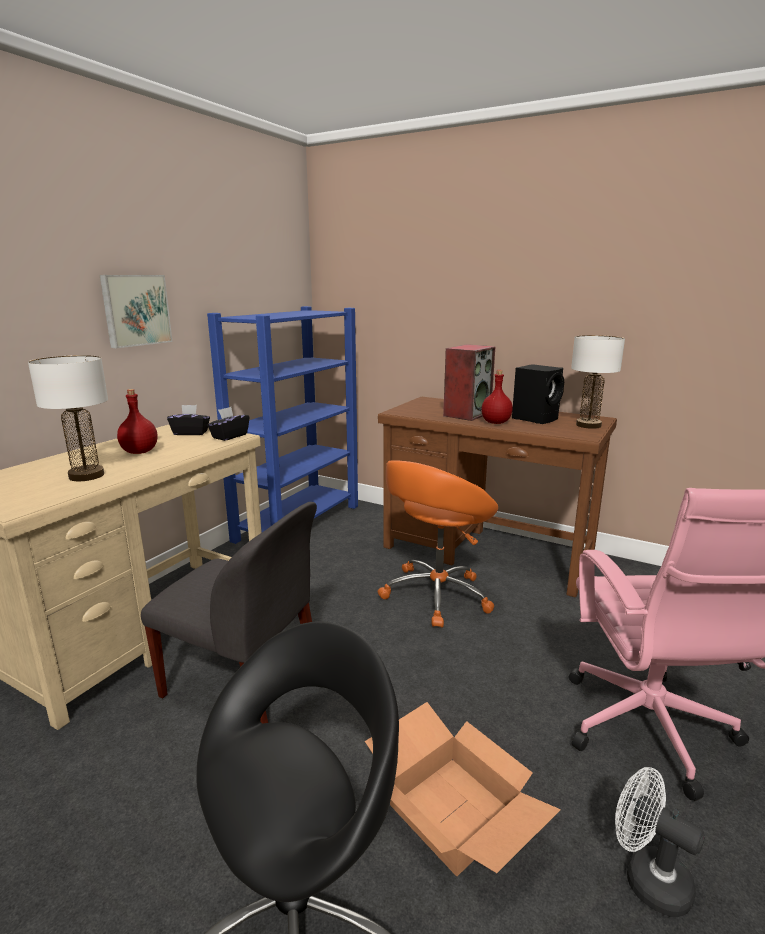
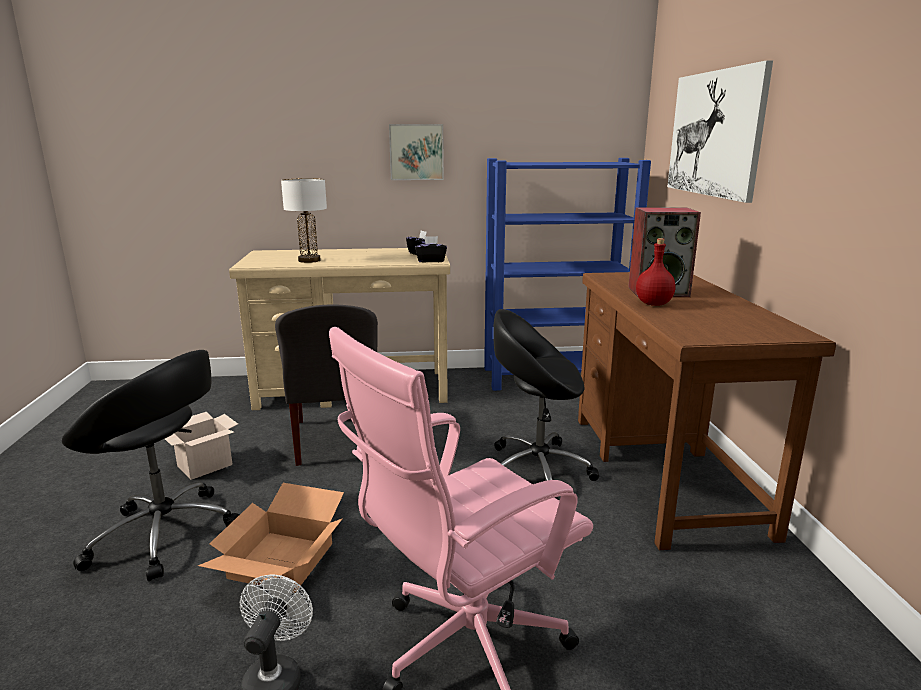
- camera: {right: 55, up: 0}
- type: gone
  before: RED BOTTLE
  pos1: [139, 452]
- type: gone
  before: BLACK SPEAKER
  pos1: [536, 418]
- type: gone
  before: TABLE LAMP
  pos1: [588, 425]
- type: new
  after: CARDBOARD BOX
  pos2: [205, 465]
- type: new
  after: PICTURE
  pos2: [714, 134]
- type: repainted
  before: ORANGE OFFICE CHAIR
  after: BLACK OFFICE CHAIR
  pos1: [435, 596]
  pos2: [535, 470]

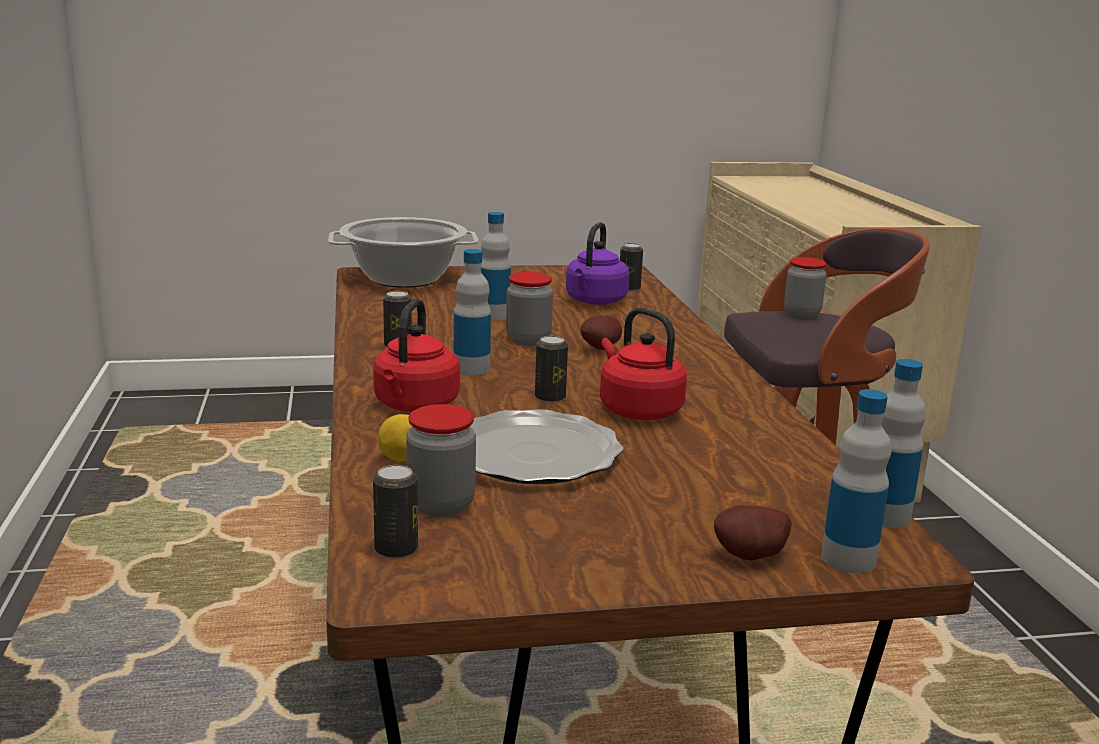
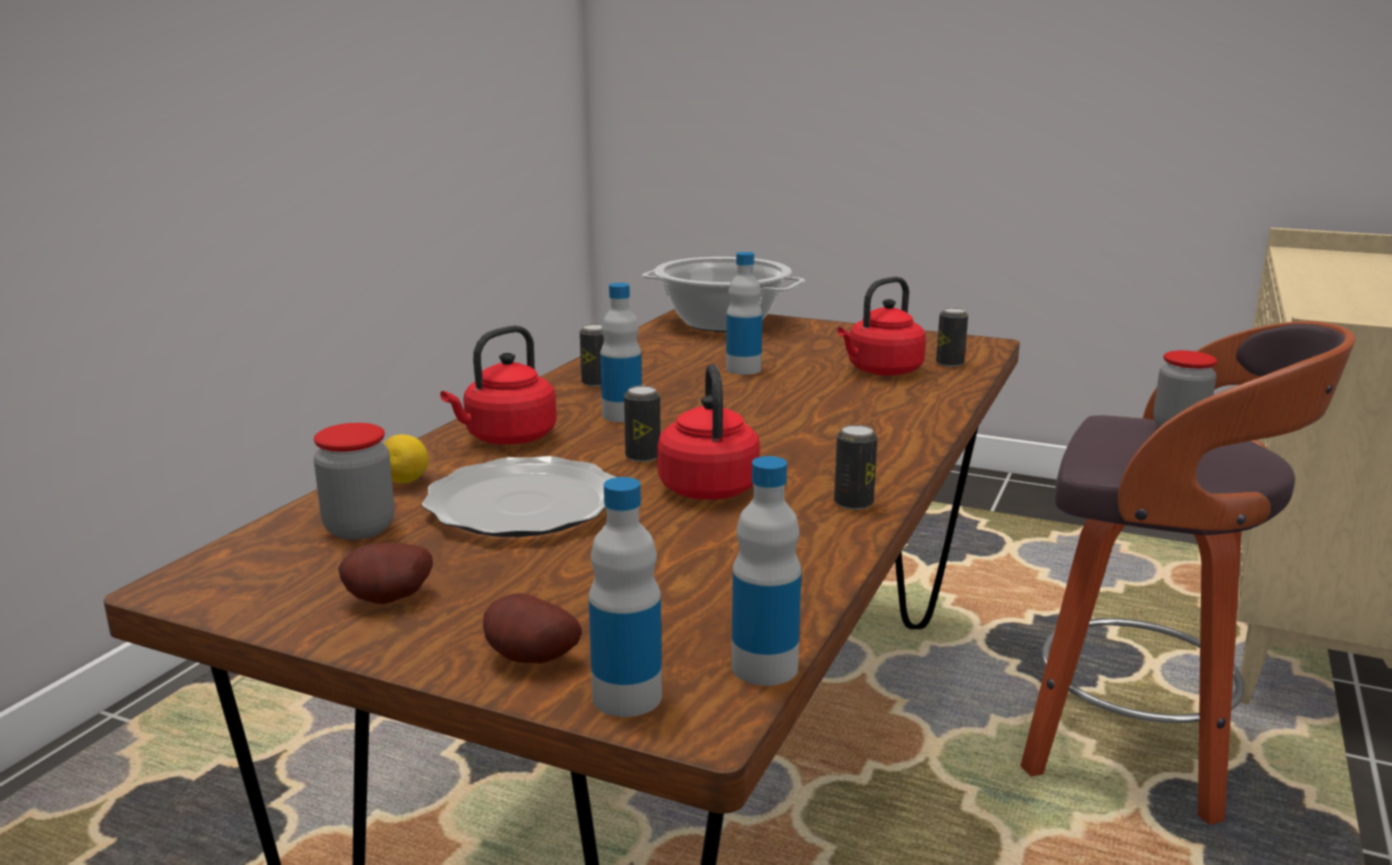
- camera: {right: 35, up: 0}
- type: gone
  before: JAR
  pos1: [528, 340]
- type: shifted
  before: CAN
  pos1: [396, 549]
  pos2: [853, 503]
- type: shifted
  before: POTATO
  pos1: [602, 349]
  pos2: [390, 601]
- type: repainted
  before: PURPLE KETTLE
  after: RED KETTLE
  pos1: [595, 301]
  pos2: [881, 371]

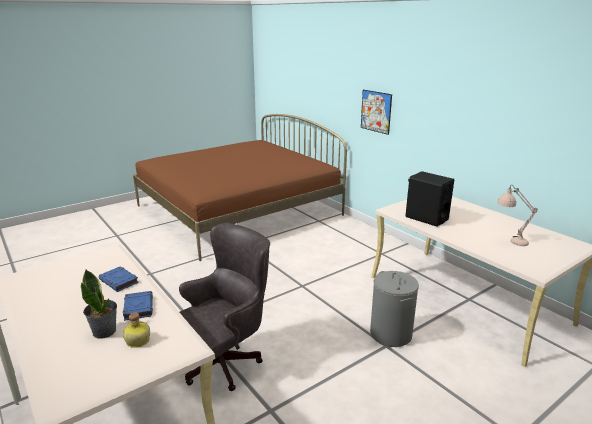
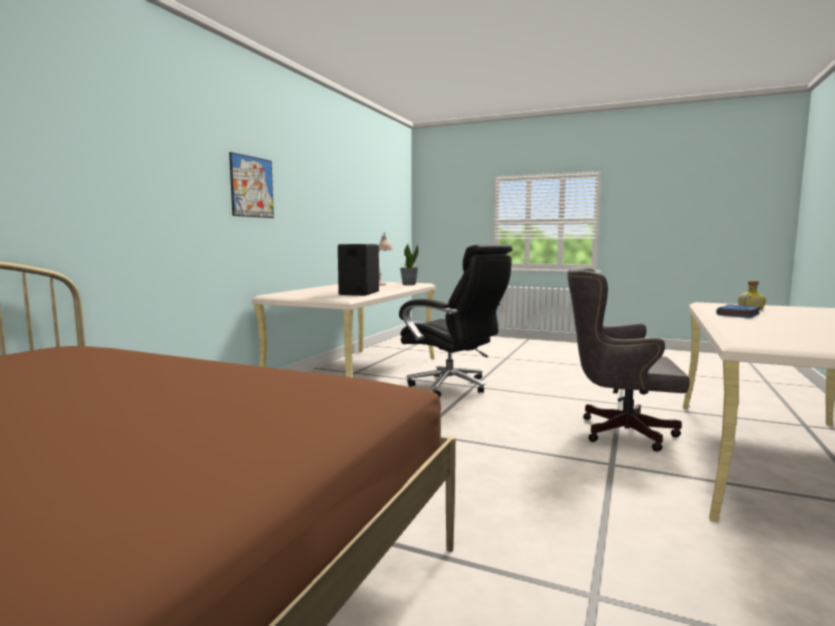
- camera: {right: -120, up: -15}
- type: gone
  before: BLUE BOOK
  pos1: [119, 281]
- type: shifted
  before: POTTED PLANT
  pos1: [105, 331]
  pos2: [409, 284]
- type: shifted
  before: PICTURE
  pos1: [376, 111]
  pos2: [252, 187]
- type: swapped
  before: GREY LAUNDRY BASKET
  after: BLACK OFFICE CHAIR
  pos1: [390, 333]
  pos2: [453, 387]

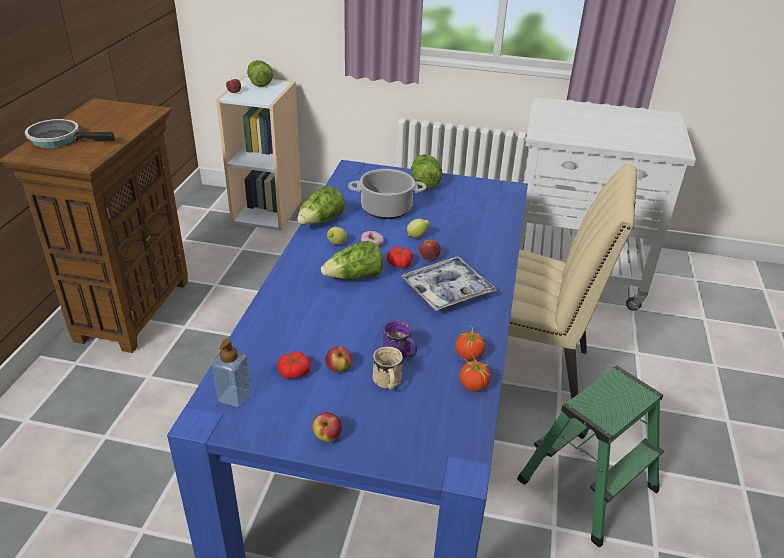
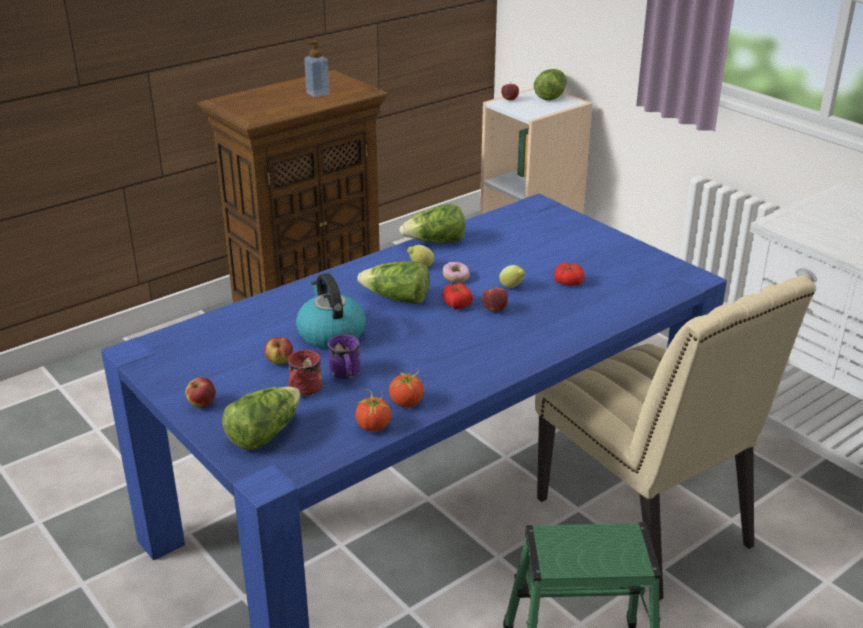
- camera: {right: 40, up: -5}
- type: gone
  before: FRYING PAN
  pos1: [60, 139]
- type: gone
  before: COOKING POT
  pos1: [385, 209]
- type: gone
  before: TRAY
  pos1: [447, 290]
- type: new
  after: KETTLE
  pos2: [330, 334]
- type: shifted
  before: SOAP DISPENSER
  pos1: [234, 396]
  pos2: [318, 93]
- type: shifted
  before: TOMATO
  pos1: [294, 372]
  pos2: [568, 282]
- type: shifted
  before: LETTUCE
  pos1: [424, 182]
  pos2: [264, 433]
- type: repainted
  before: BEIGE MUG
  after: RED MUG
  pos1: [387, 383]
  pos2: [302, 390]

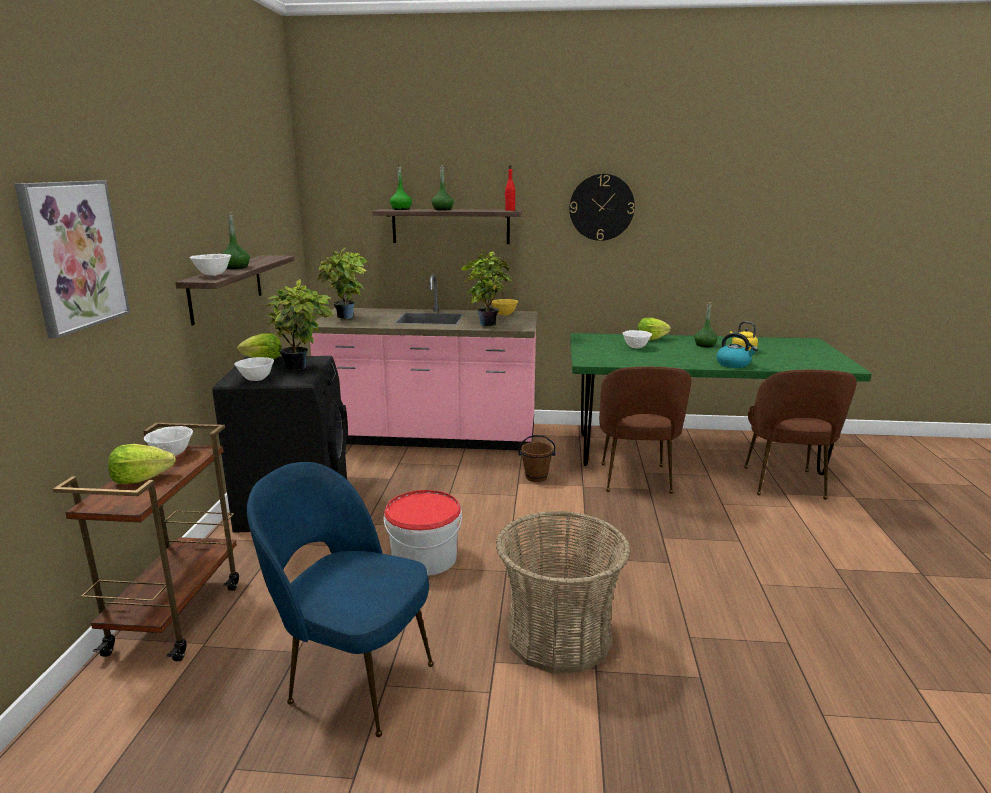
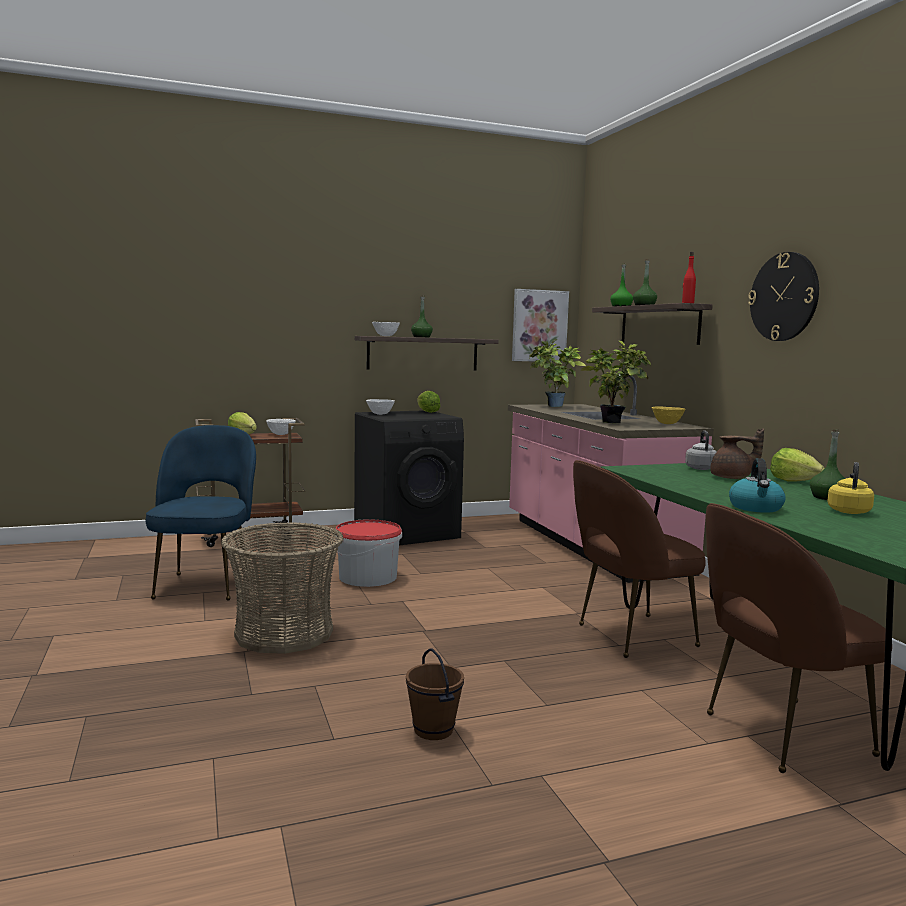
- camera: {right: 65, up: -10}
- type: gone
  before: POTTED PLANT
  pos1: [302, 368]
- type: new
  after: GREY KETTLE
  pos2: [700, 468]
- type: shifted
  before: PICTURE
  pos1: [74, 255]
  pos2: [539, 326]
- type: shifted
  before: BROWN BUCKET
  pos1: [536, 477]
  pos2: [434, 730]
- type: swapped
  before: WHITE BOWL
  after: BROWN TEAPOT
  pos1: [636, 347]
  pos2: [732, 478]

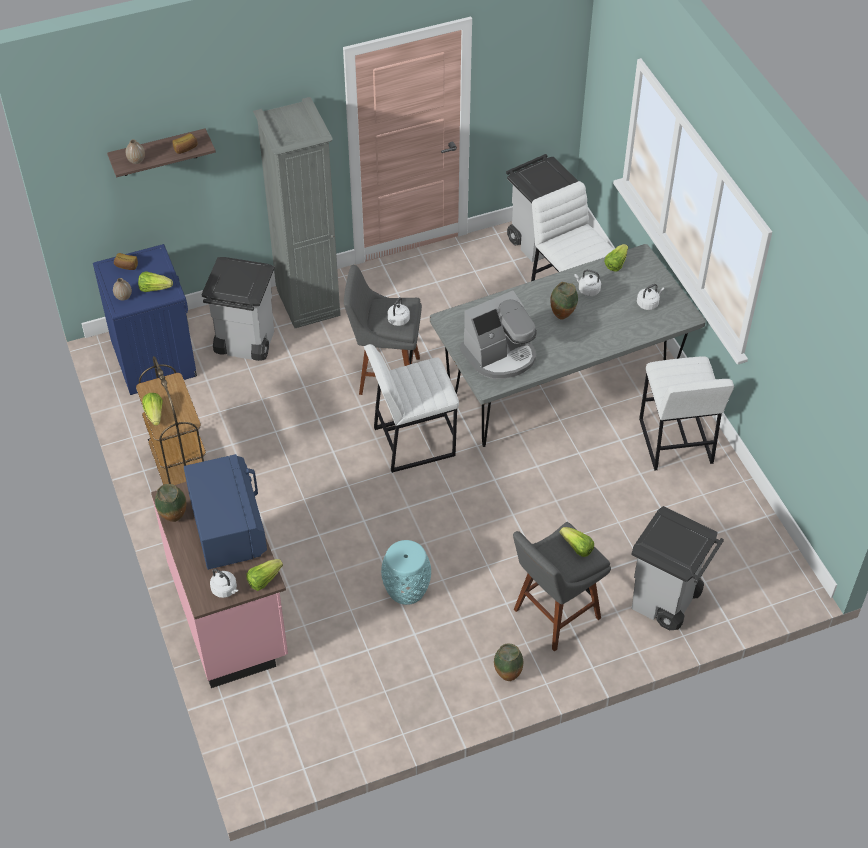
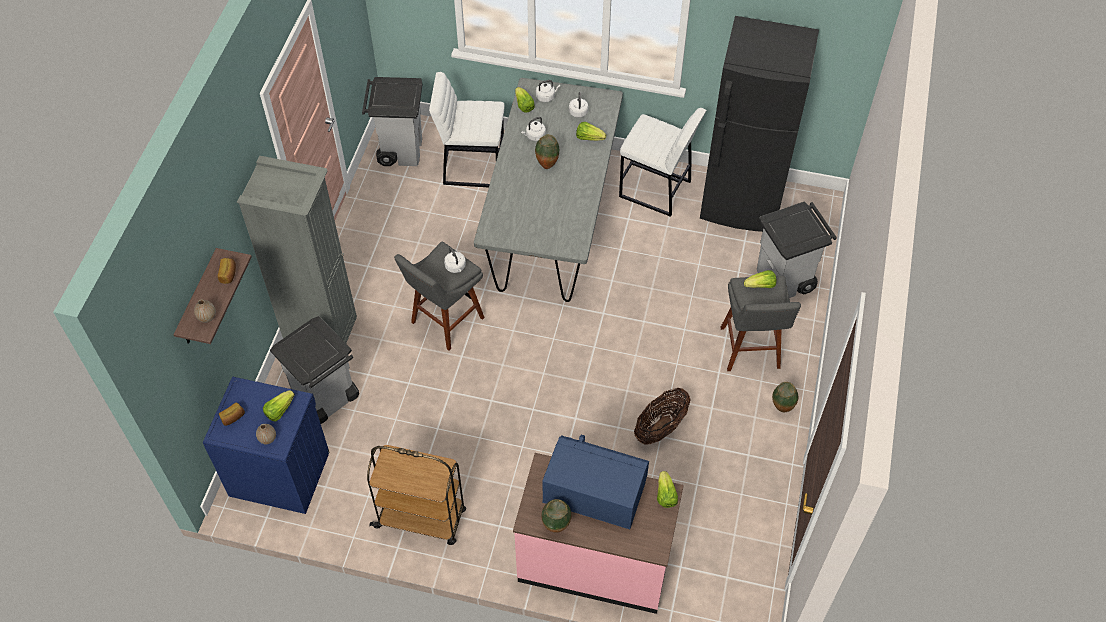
- camera: {right: -55, up: 5}
- type: gone
  before: WHITE CHAIR
  pos1: [412, 442]
- type: gone
  before: COFFEE MACHINE
  pos1: [500, 355]
- type: new
  after: BLACK FRIDGE
  pos2: [741, 203]
- type: shifted
  before: LETTUCE
  pos1: [154, 414]
  pos2: [589, 138]
- type: shifted
  before: WHITE KETTLE
  pos1: [225, 590]
  pos2: [546, 97]
- type: swapped
  before: TURQUOISE STOOL
  after: BASKET
  pos1: [406, 589]
  pos2: [660, 427]

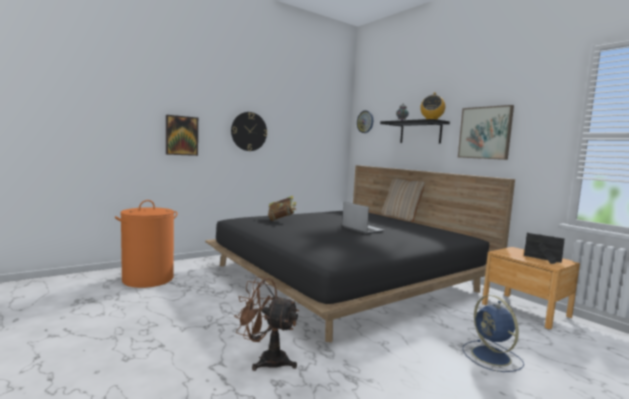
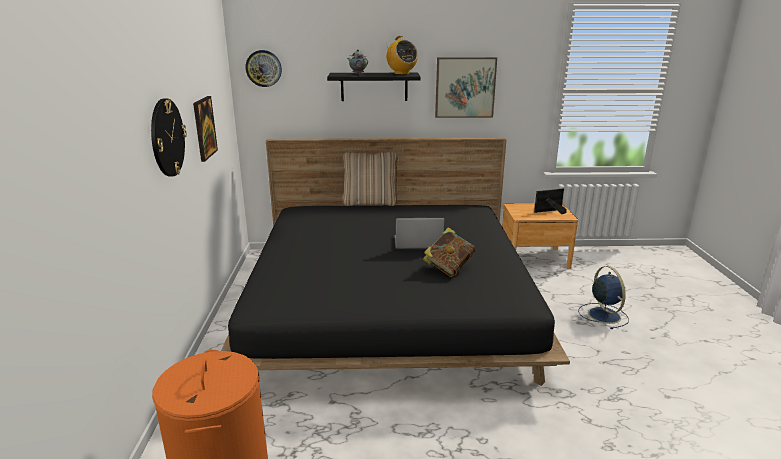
- camera: {right: -55, up: 15}
- type: gone
  before: BROWN FAN
  pos1: [266, 360]
- type: shifted
  before: PICTURE
  pos1: [181, 135]
  pos2: [204, 128]
- type: shifted
  before: BOOK
  pos1: [281, 220]
  pos2: [448, 268]
- type: rotated
  before: BLUE FAN
  pos1: [492, 357]
  pos2: [603, 314]
  turn: -120

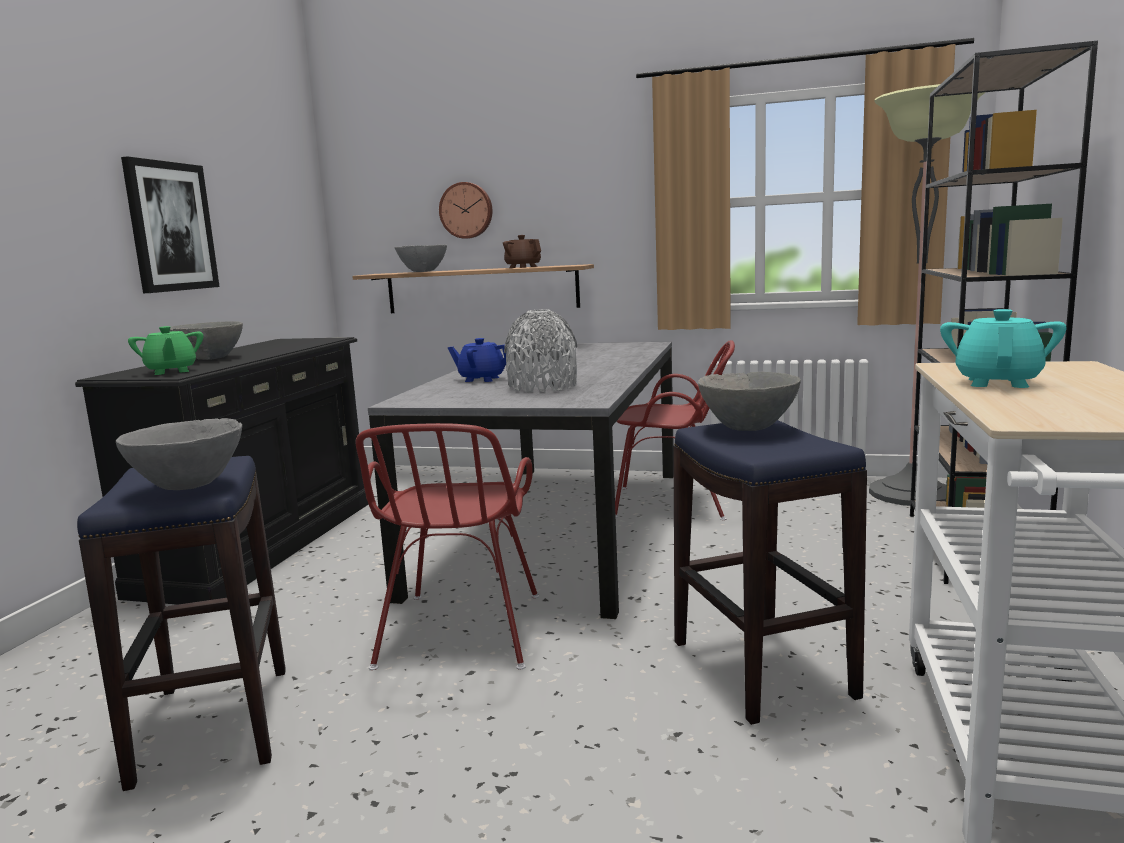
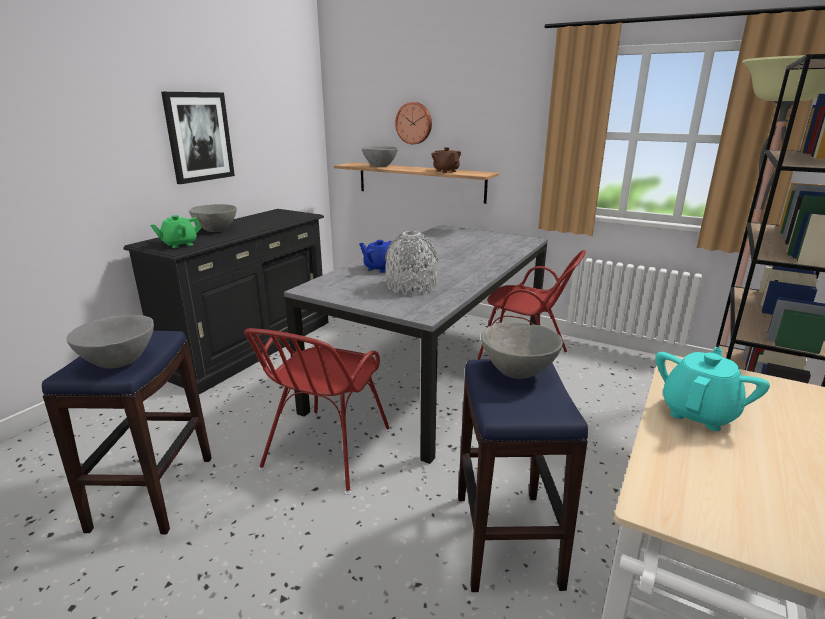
- camera: {right: 15, up: 10}
- type: rotated
  before: GREEN TEAPOT
  pos1: [171, 371]
  pos2: [179, 244]
  turn: 60

